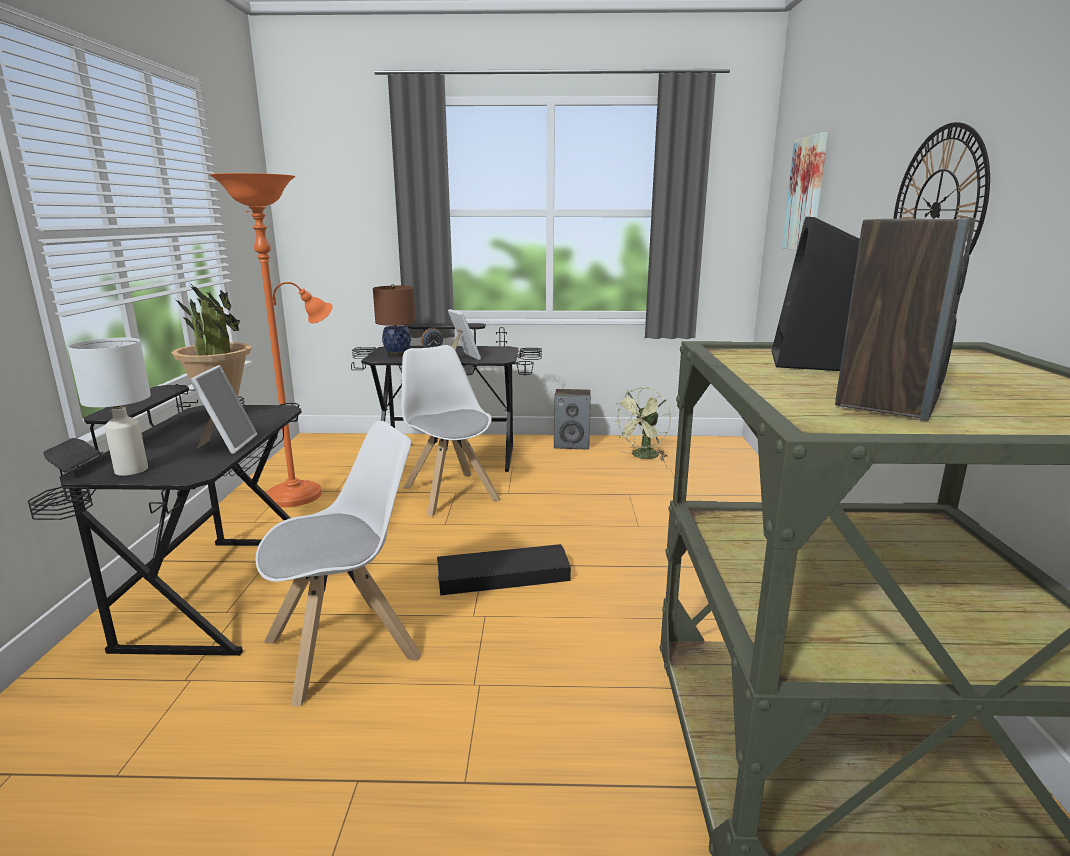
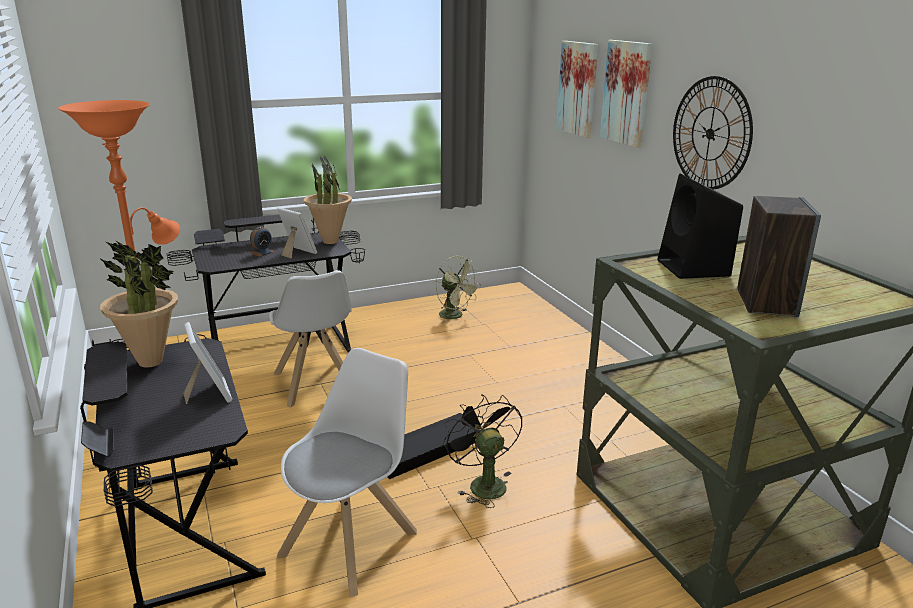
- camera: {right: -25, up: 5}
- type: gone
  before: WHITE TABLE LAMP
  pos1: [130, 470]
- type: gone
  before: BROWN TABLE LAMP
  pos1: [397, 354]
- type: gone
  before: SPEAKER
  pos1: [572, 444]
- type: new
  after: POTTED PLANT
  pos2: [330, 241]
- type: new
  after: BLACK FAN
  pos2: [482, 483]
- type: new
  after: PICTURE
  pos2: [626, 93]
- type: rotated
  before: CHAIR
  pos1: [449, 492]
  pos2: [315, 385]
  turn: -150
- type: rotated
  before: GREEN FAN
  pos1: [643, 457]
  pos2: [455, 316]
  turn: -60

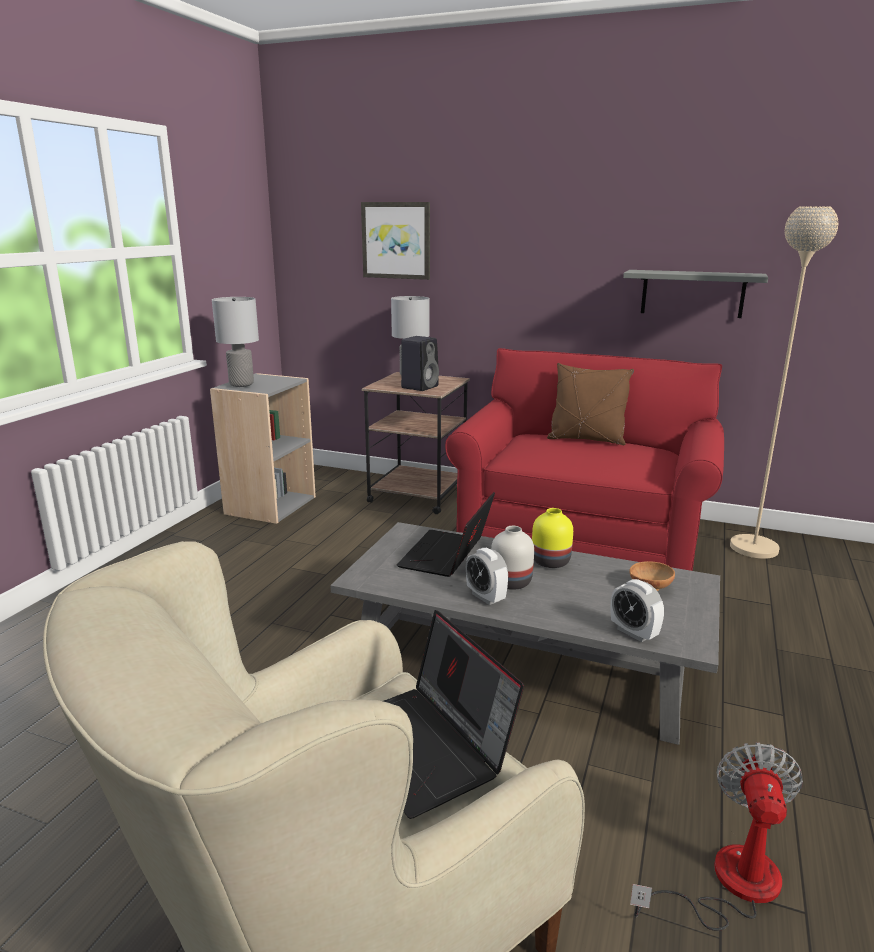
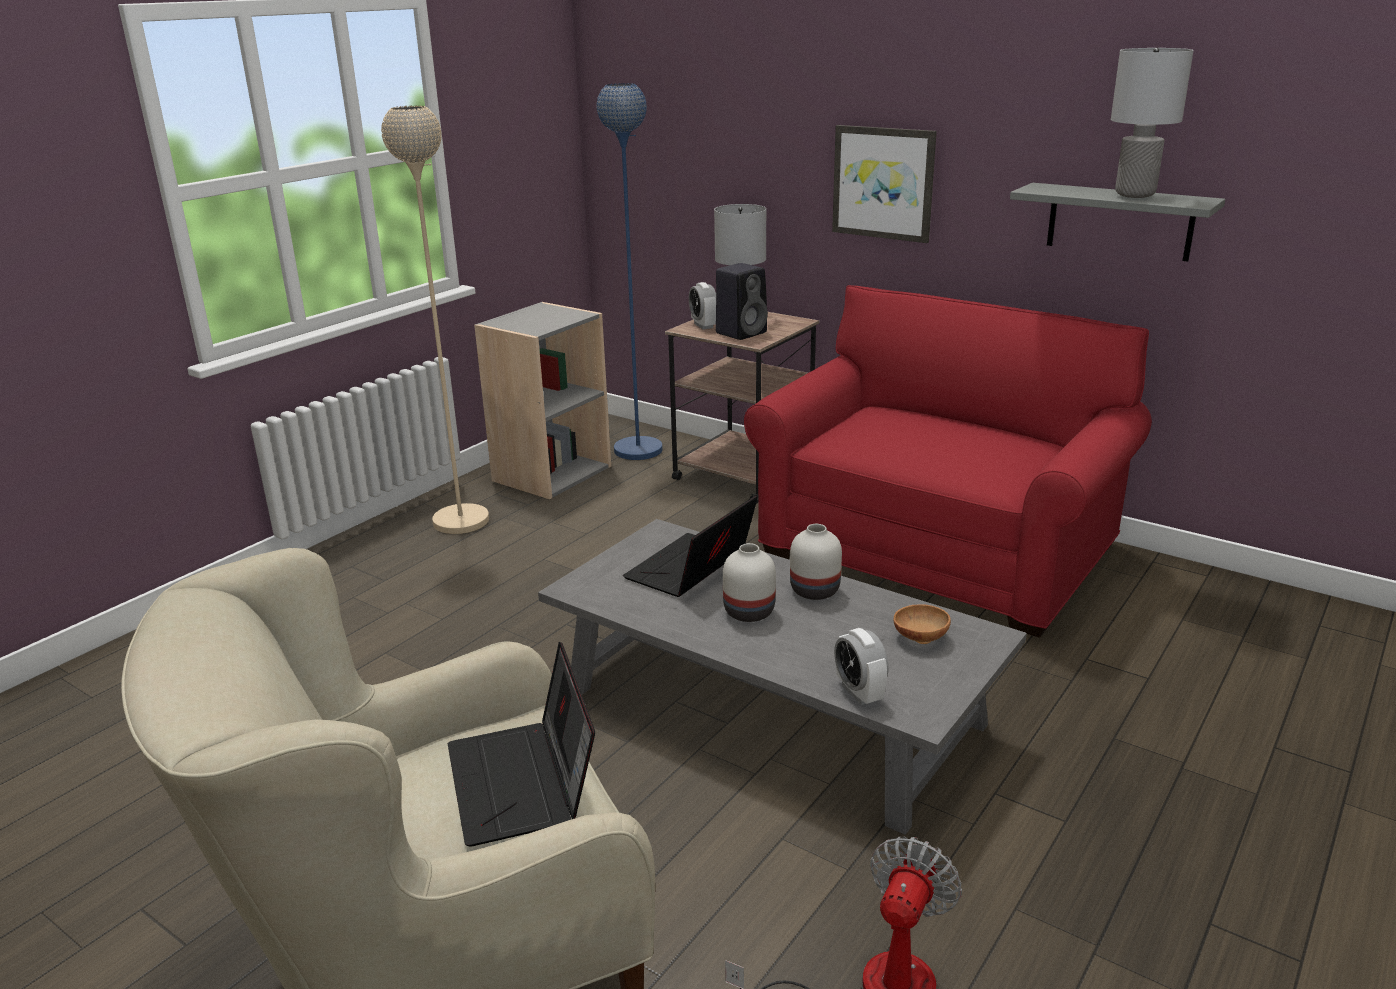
- camera: {right: 15, up: 5}
- type: gone
  before: BROWN PILLOW
  pos1: [586, 440]
- type: new
  after: BLUE FLOOR LAMP
  pos2: [638, 450]
- type: shifted
  before: GREY TABLE LAMP
  pos1: [241, 385]
  pos2: [1134, 196]
- type: shifted
  before: PICTURE
  pos1: [396, 240]
  pos2: [883, 183]
- type: shifted
  before: ALARM CLOCK
  pos1: [485, 597]
  pos2: [703, 325]
- type: shifted
  before: BEIGE FLOOR LAMP
  pos1: [753, 548]
  pos2: [461, 521]
- type: repainted
  before: YELLOW VASE
  after: WHITE VASE
  pos1: [550, 561]
  pos2: [814, 590]

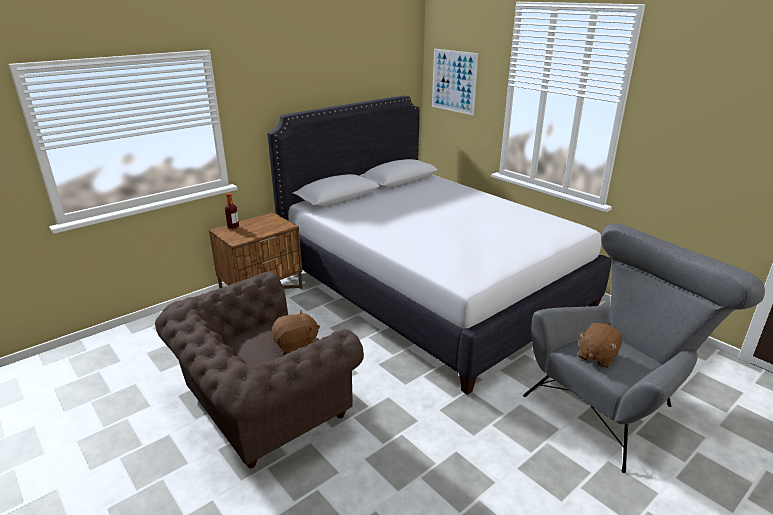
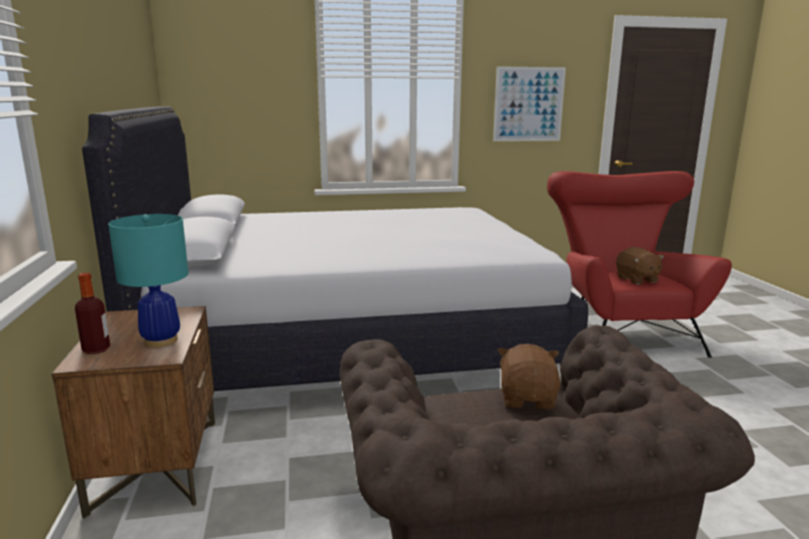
- camera: {right: -60, up: -10}
- type: new
  after: TURQUOISE TABLE LAMP
  pos2: [161, 340]
- type: shifted
  before: PICTURE
  pos1: [454, 81]
  pos2: [528, 104]
- type: repainted
  before: GREY ARMCHAIR
  after: RED ARMCHAIR
  pos1: [614, 401]
  pos2: [619, 330]

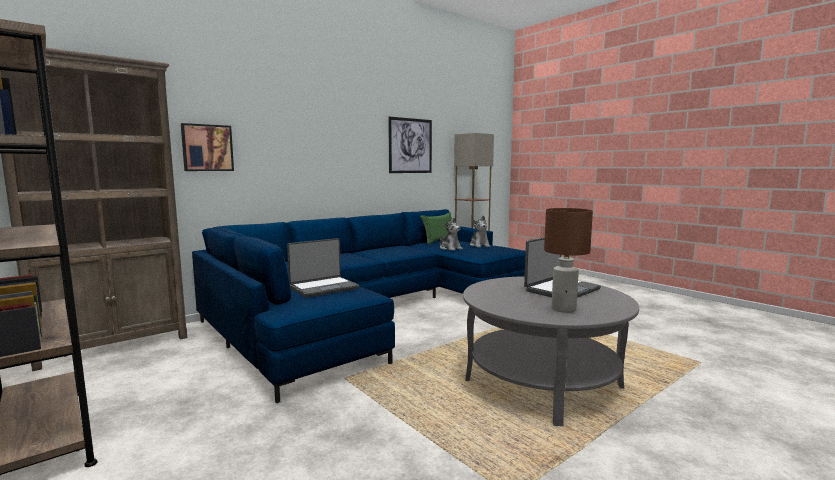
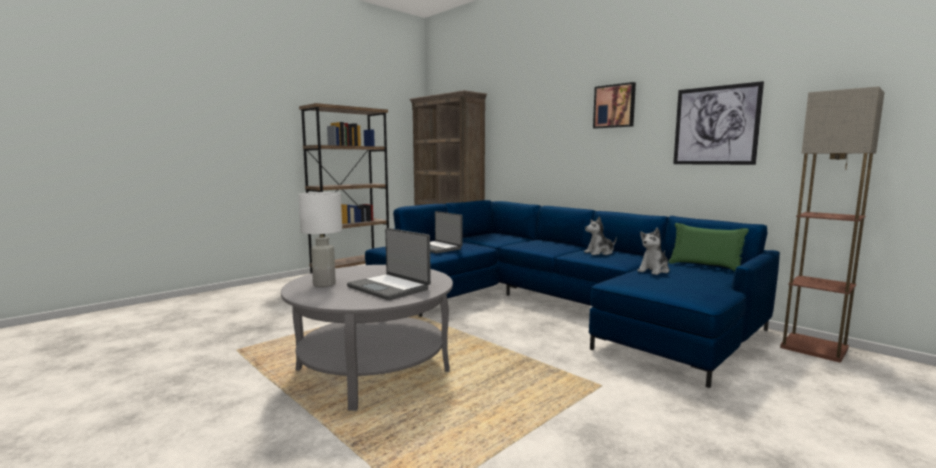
- camera: {right: 85, up: 0}
- type: shifted
  before: PICTURE
  pos1: [207, 148]
  pos2: [614, 106]
- type: shifted
  before: PLUSH TOY
  pos1: [479, 245]
  pos2: [599, 253]
- type: repainted
  before: BROWN TABLE LAMP
  after: WHITE TABLE LAMP
  pos1: [563, 309]
  pos2: [325, 284]

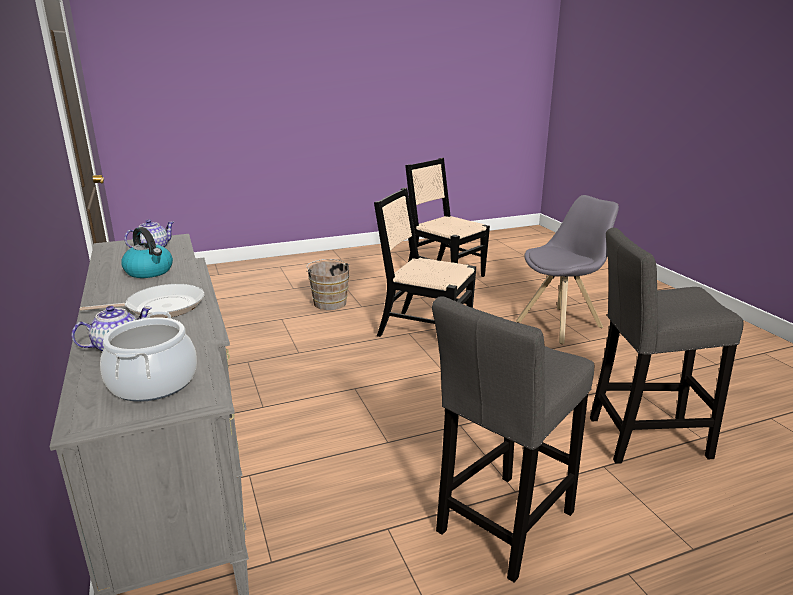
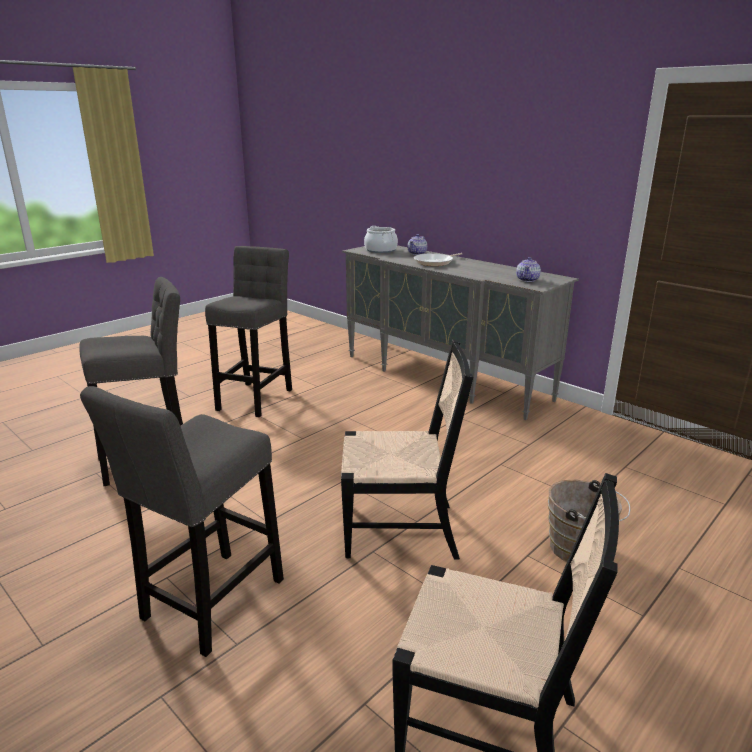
- camera: {right: 155, up: 0}
- type: gone
  before: KETTLE
  pos1: [150, 271]
- type: swapped
  before: GREY CHAIR
  after: GREY STOOL
  pos1: [560, 324]
  pos2: [209, 604]

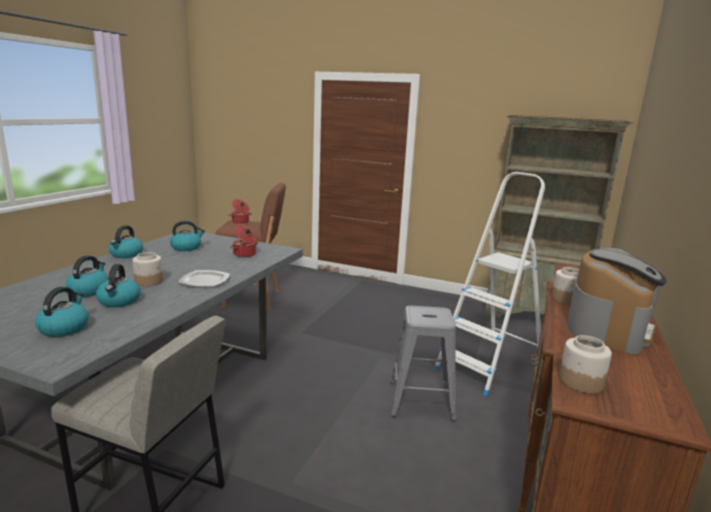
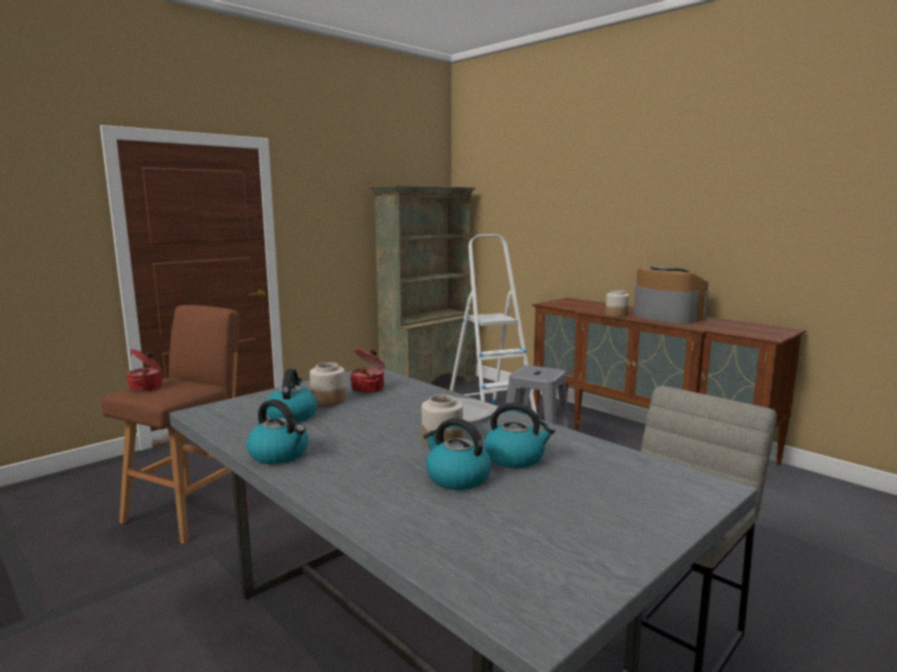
- camera: {right: -65, up: -5}
- type: gone
  before: KETTLE
  pos1: [64, 328]
- type: shifted
  before: JAR
  pos1: [580, 381]
  pos2: [328, 401]

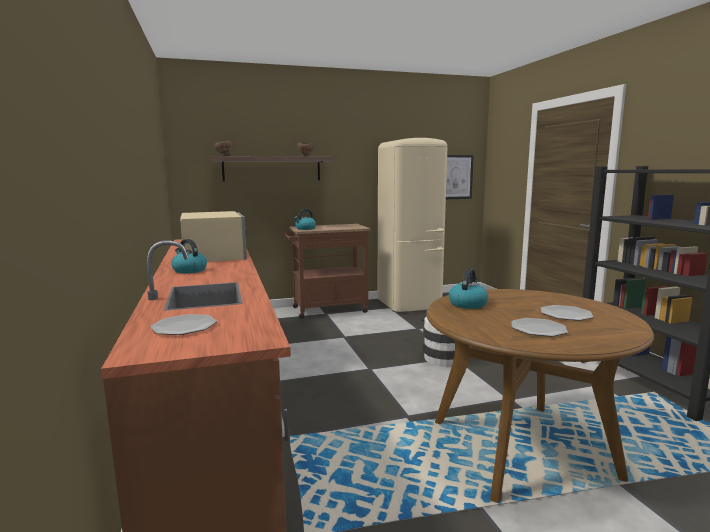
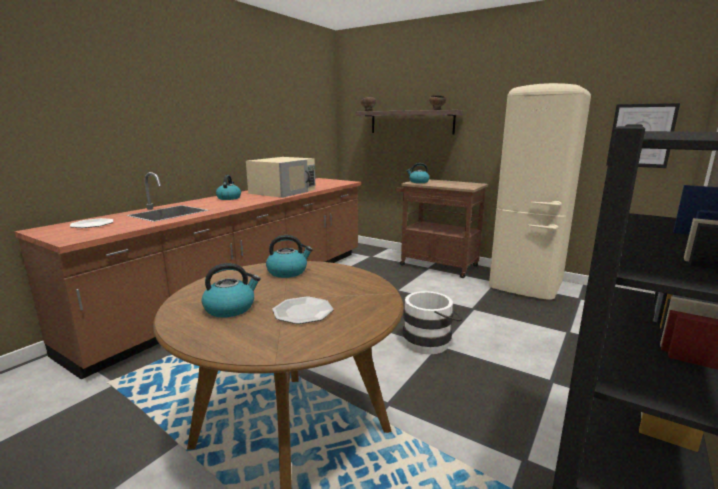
- camera: {right: 50, up: 5}
- type: swapped
  before: PLATE
  after: KETTLE
  pos1: [538, 329]
  pos2: [230, 308]

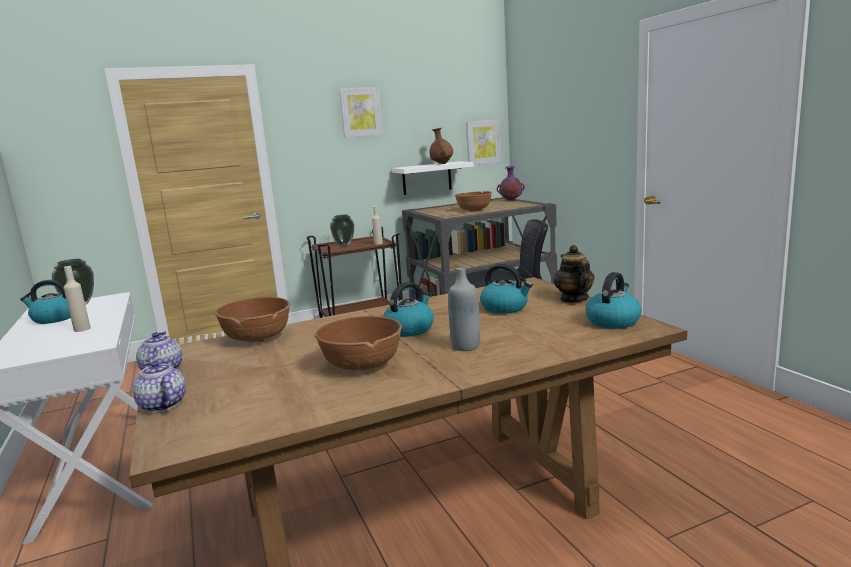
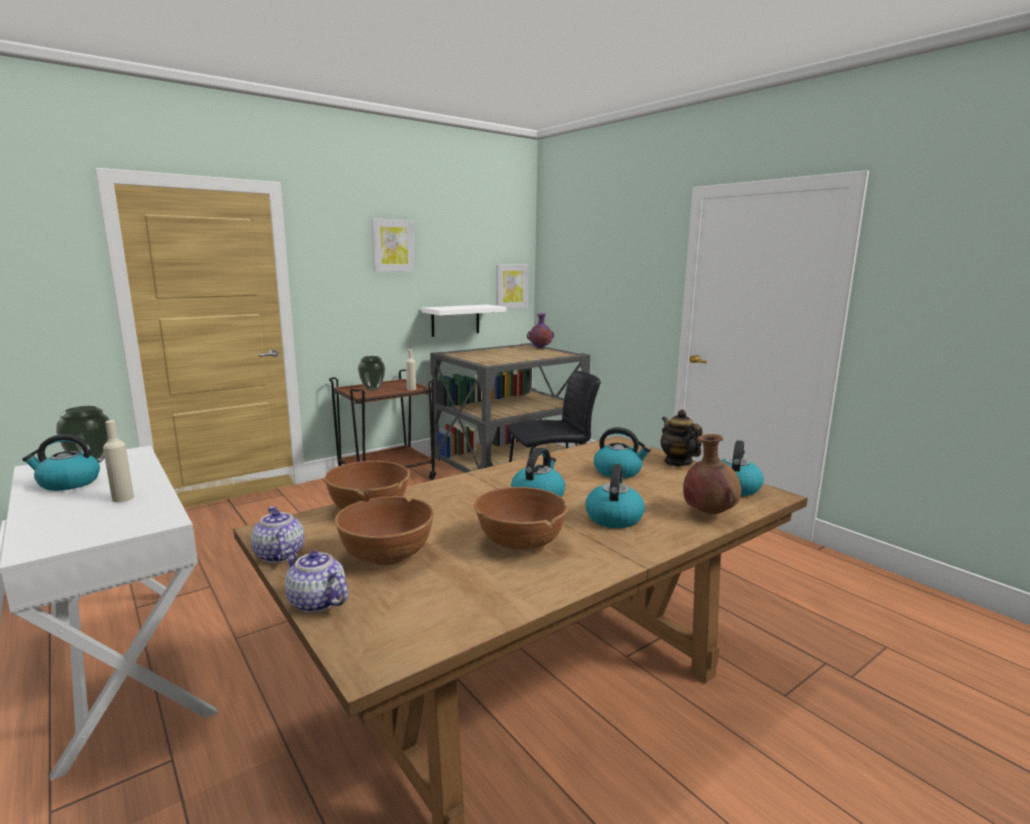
- camera: {right: -15, up: 0}
- type: shifted
  before: BROWN VASE
  pos1: [441, 164]
  pos2: [708, 513]
- type: shifted
  before: BROWN BOWL
  pos1: [474, 210]
  pos2: [386, 555]
- type: swapped
  before: GREY BOTTLE
  after: KETTLE
  pos1: [465, 346]
  pos2: [613, 517]

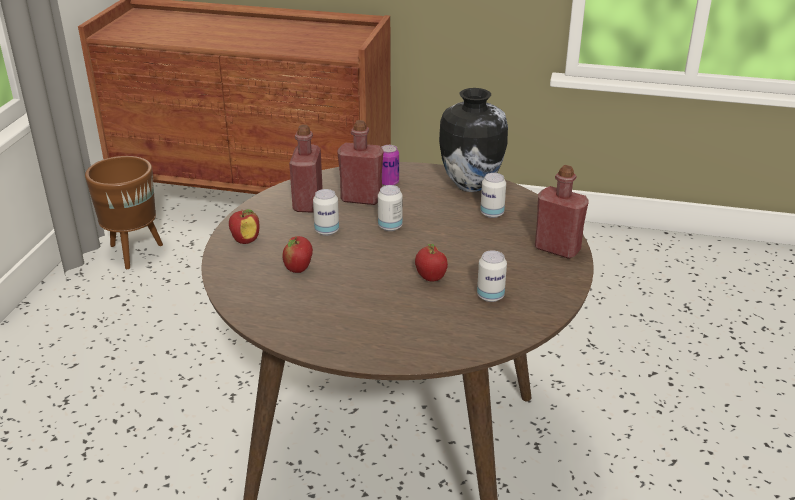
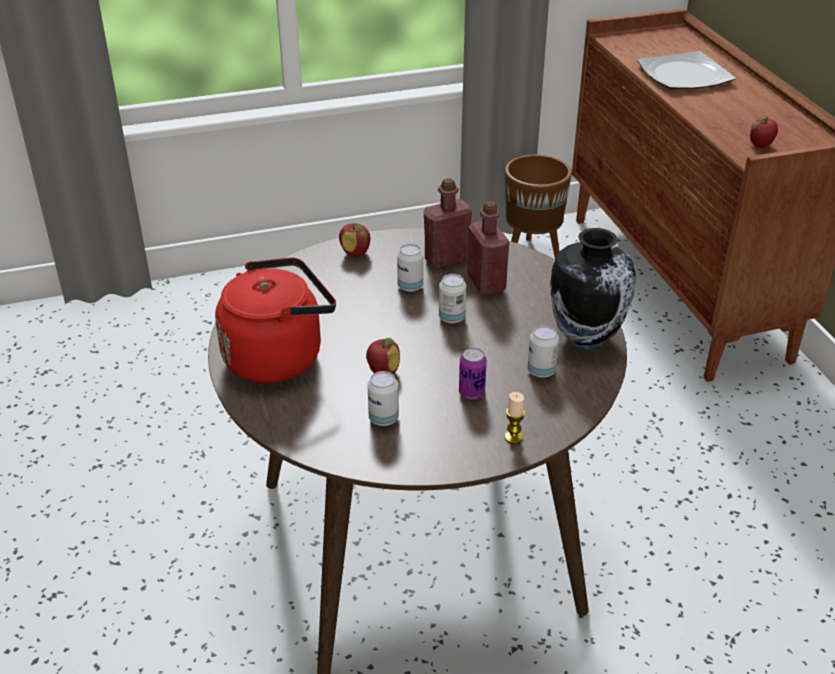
- camera: {right: 60, up: 5}
- type: new
  after: RED KETTLE
  pos2: [278, 356]
- type: new
  after: PLATE
  pos2: [684, 75]
- type: shifted
  before: APPLE
  pos1: [298, 269]
  pos2: [761, 146]
- type: shifted
  before: CAN
  pos1: [389, 182]
  pos2: [471, 393]
- type: swapped
  before: RED BOTTLE
  after: CANDLE
  pos1: [557, 249]
  pos2: [513, 437]

